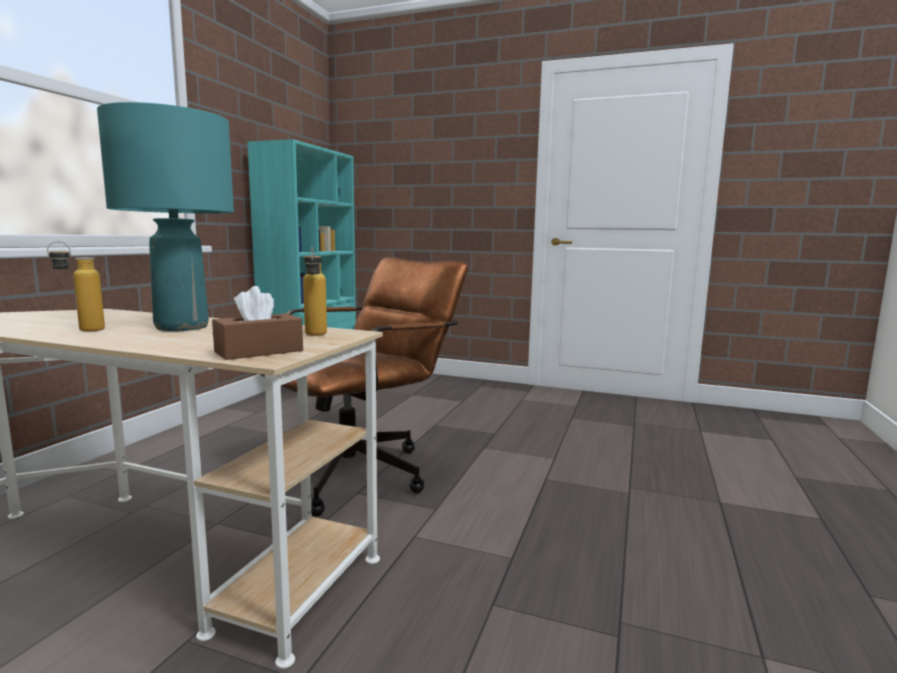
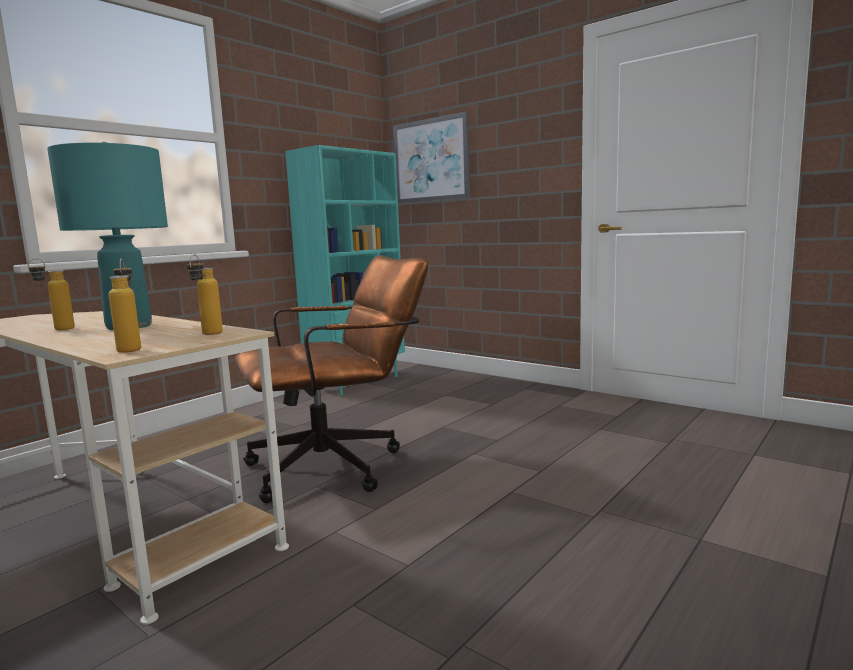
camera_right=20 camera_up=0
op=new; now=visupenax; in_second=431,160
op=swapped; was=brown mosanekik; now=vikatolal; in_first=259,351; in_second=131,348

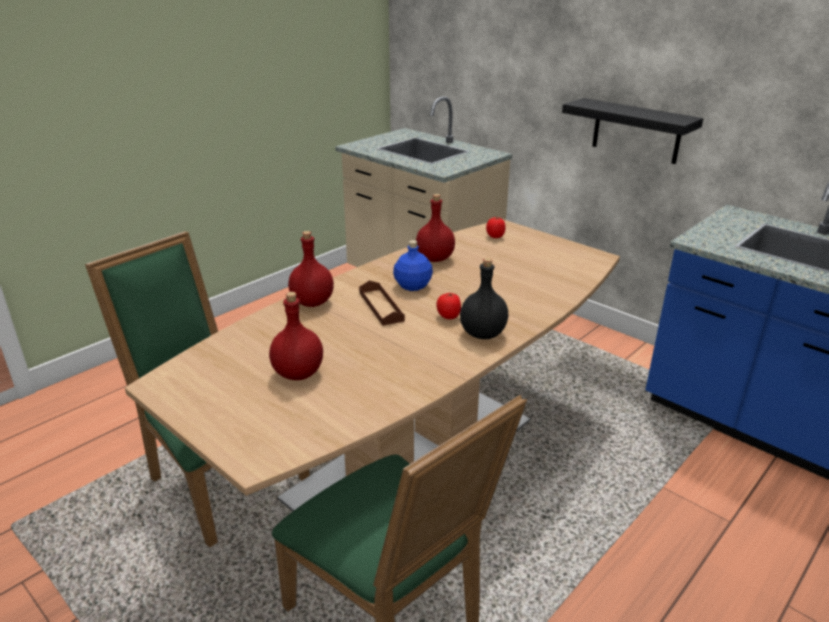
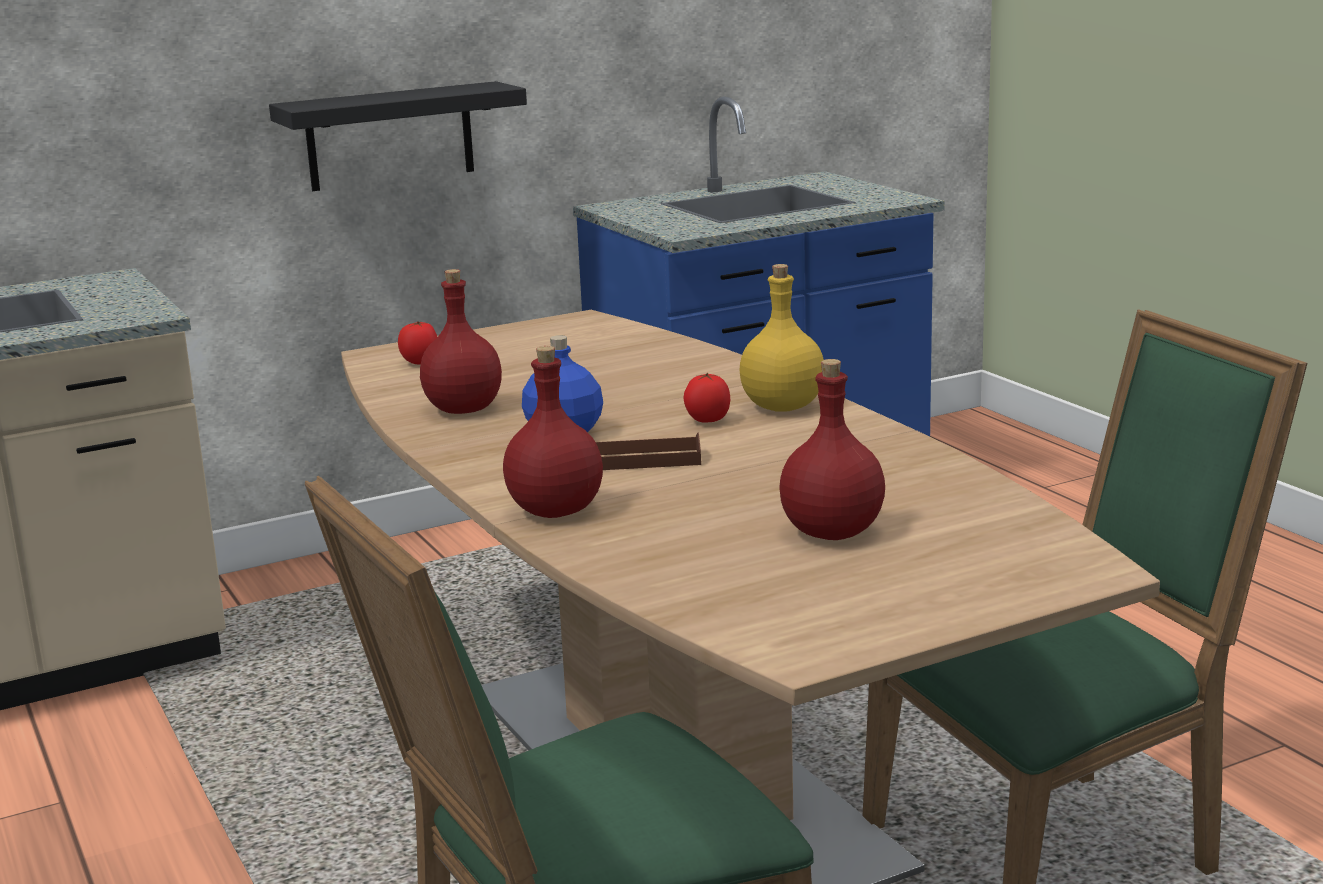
camera_right=-70 camera_up=-10
op=repainted; was=black vikatolal; now=yellow vikatolal; in_first=483,333; in_second=782,406

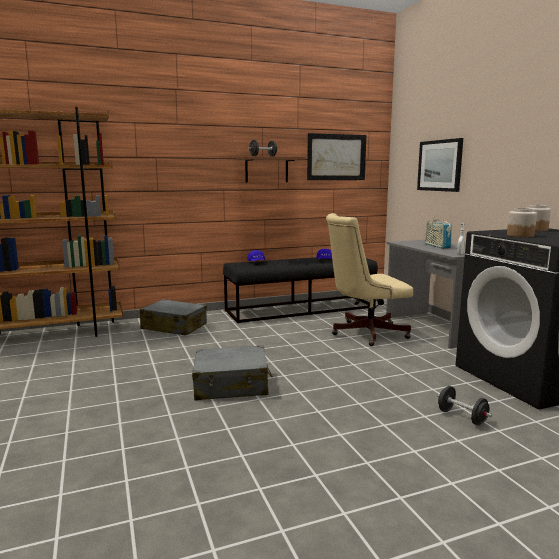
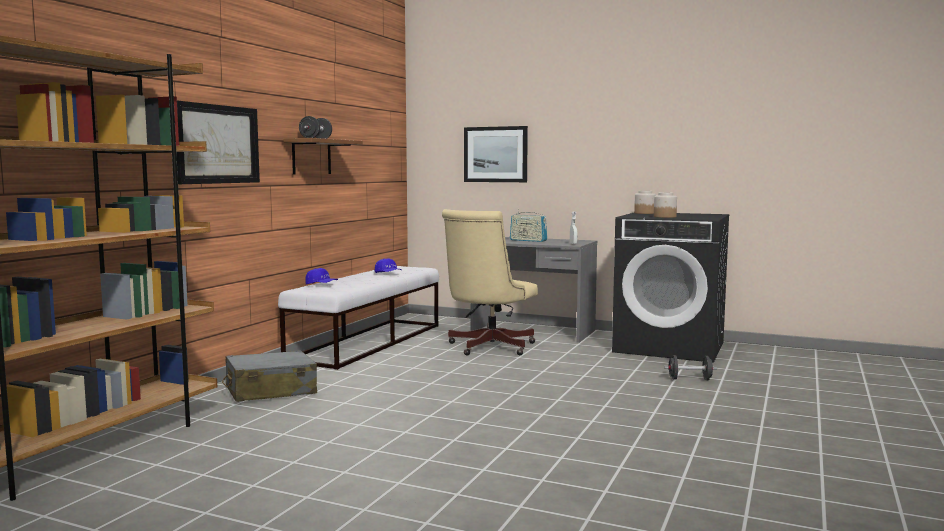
camera_right=-45 camera_up=-5
op=gone; was=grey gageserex; in_first=231,385
op=shifted; was=visupenax; in_first=336,157; in_second=218,144
op=repainted; was=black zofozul; now=white zofozul; in_first=301,309; in_second=368,342

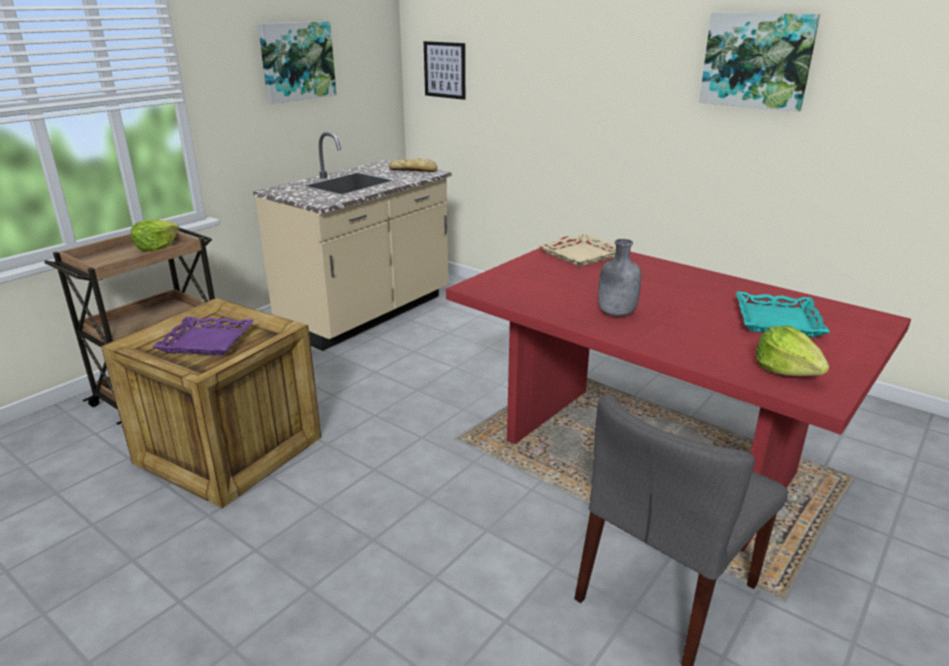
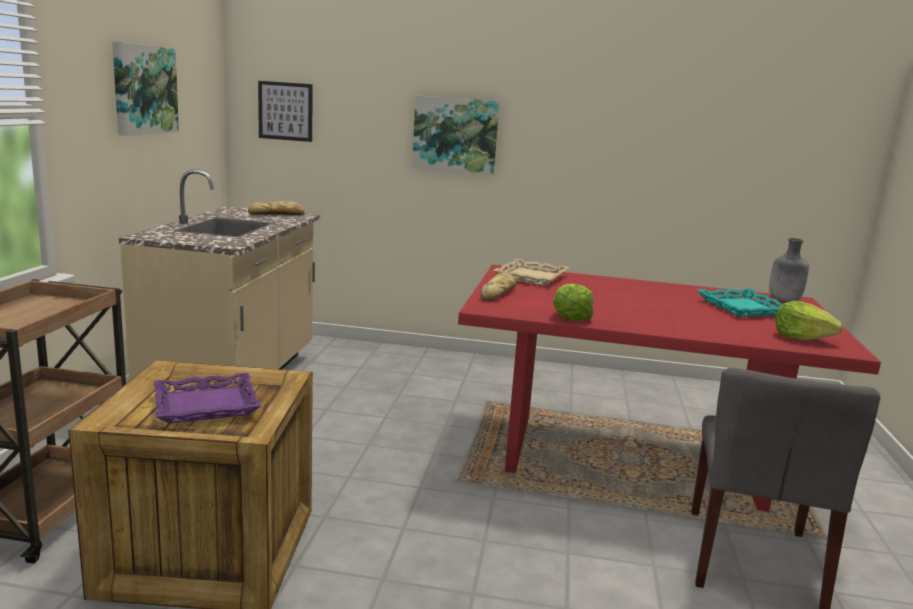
camera_right=-30 camera_up=-10
op=new; now=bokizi; in_second=498,293
op=shifted; was=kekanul; in_first=156,247; in_second=570,316
op=shifted; was=grey vikatolal; in_first=615,313; in_second=783,300
op=shifted; was=visupenax; in_first=757,60; in_second=455,135

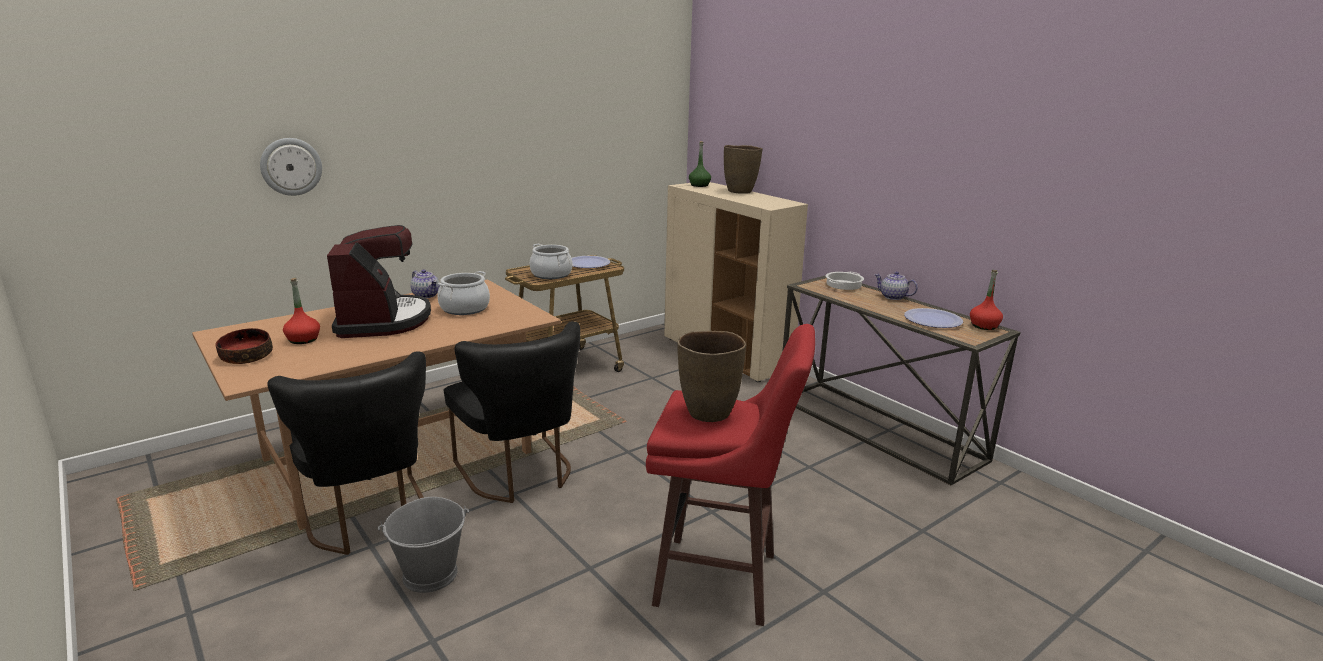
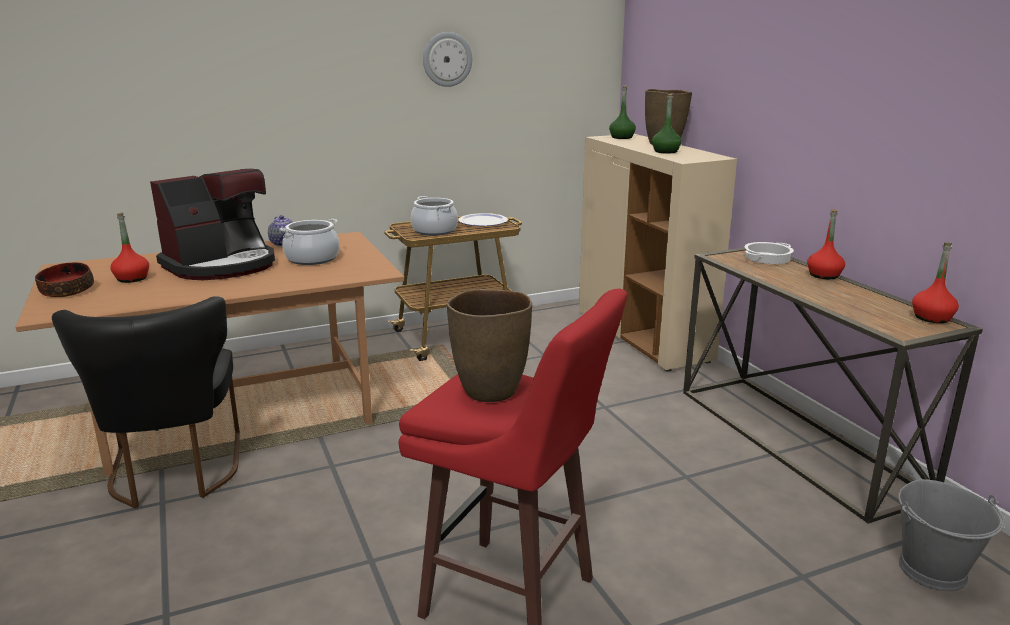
camera_right=15 camera_up=0
op=gone; was=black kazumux; in_first=520,474
op=gone; was=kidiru; in_first=932,320
op=new; now=green vikatolal; in_second=665,151
op=shifted; was=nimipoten; in_first=291,166; in_second=447,59
op=shifted; was=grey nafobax; in_first=431,574; in_second=933,570
op=swapped; was=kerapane; now=red vikatolal; in_first=892,297; in_second=824,275
op=rotated; was=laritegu; in_first=382,320; in_second=222,265; clockwise=45

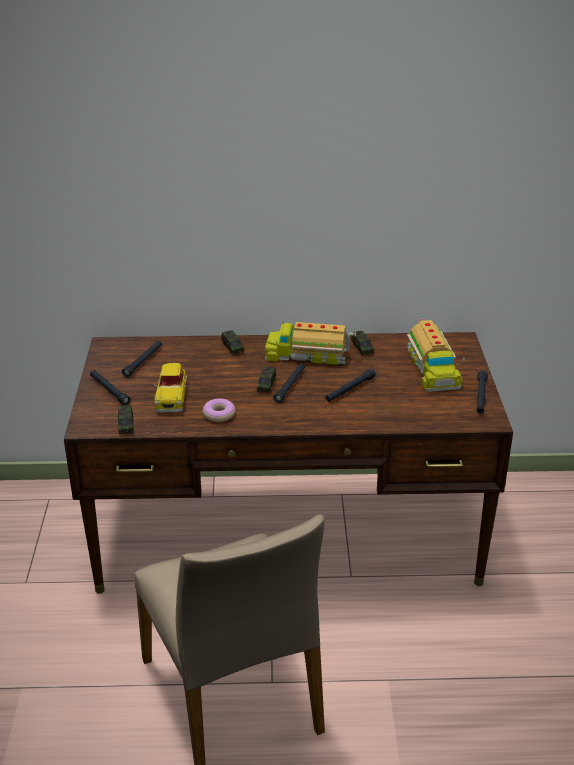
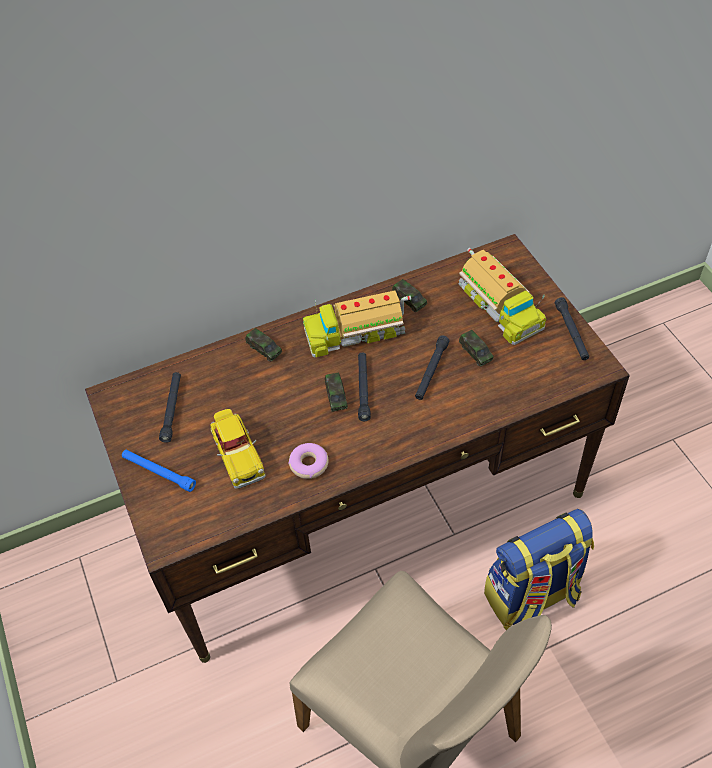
camera_right=-20 camera_up=20
op=new; now=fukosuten; in_second=532,597
op=shifted; was=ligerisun; in_first=126,425; in_second=475,352
op=repainted; was=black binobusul; now=blue binobusul; in_first=109,390; in_second=159,472

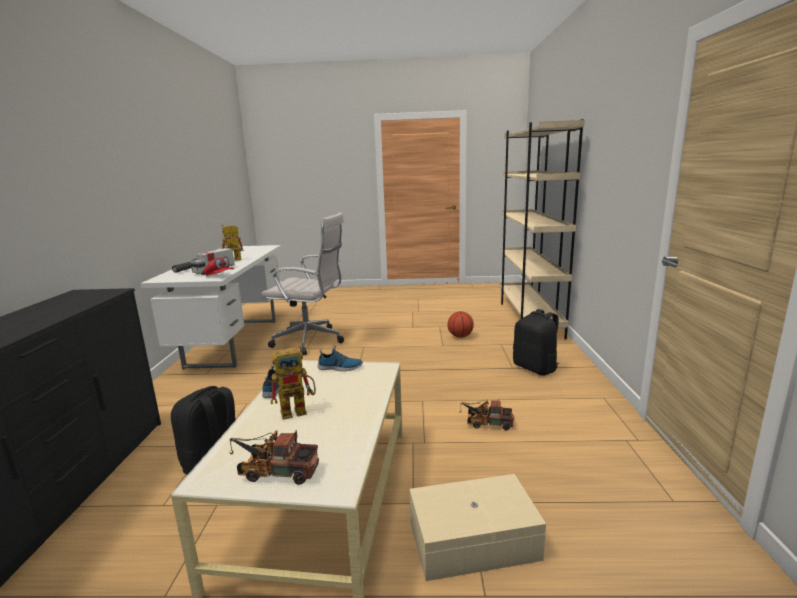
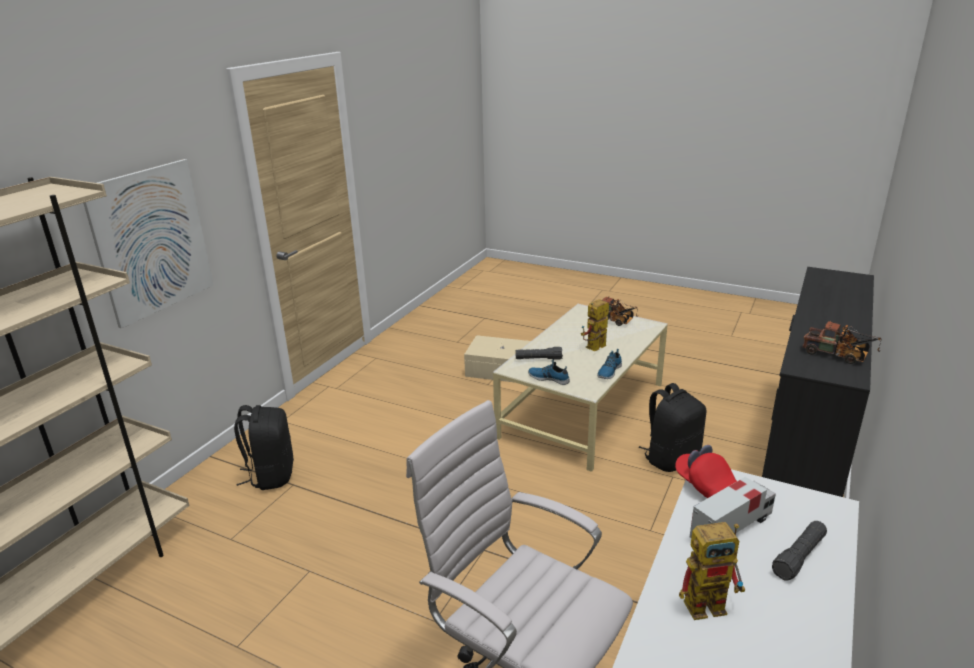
camera_right=-155 camera_up=10
op=gone; was=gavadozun; in_first=460,336
op=new; now=visupenax; in_second=152,241
op=new; now=black binobusul; in_second=538,359
op=shifted; was=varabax; in_first=486,423; in_second=838,355
op=rotated; was=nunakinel; in_first=299,410; in_second=594,349; clockwise=-45

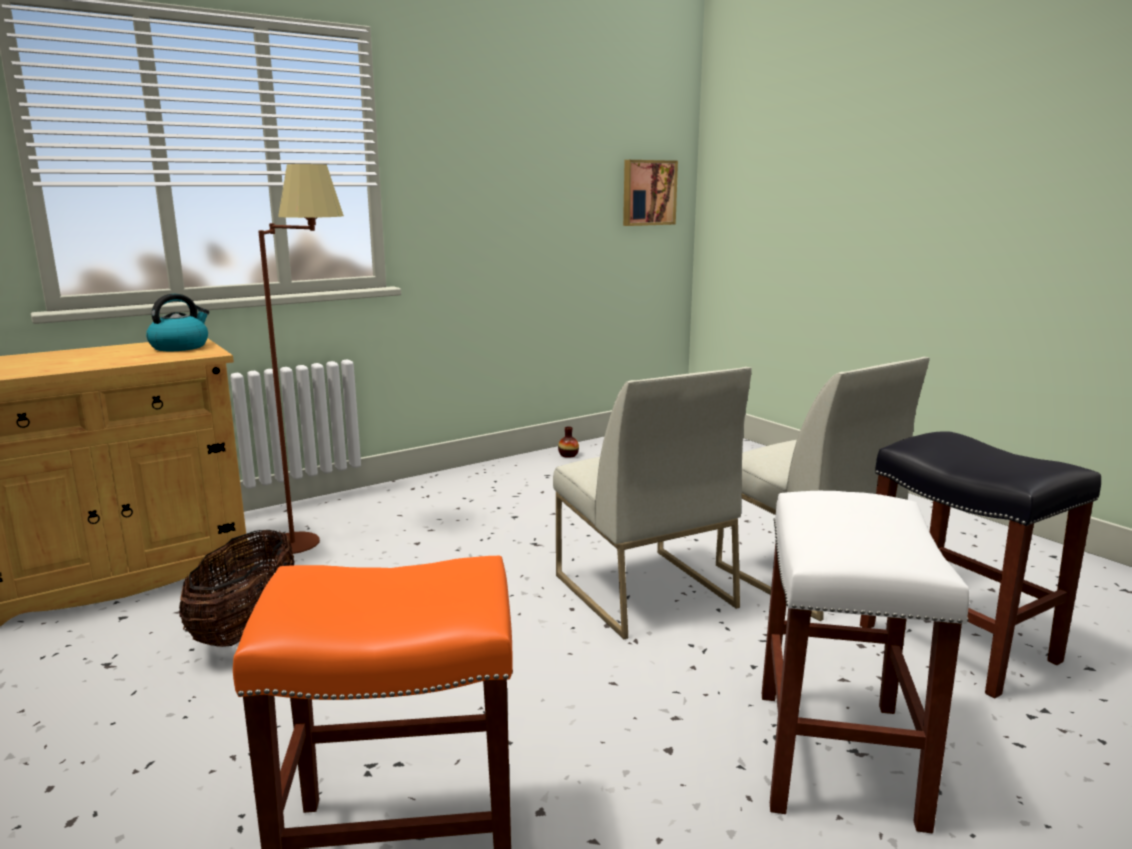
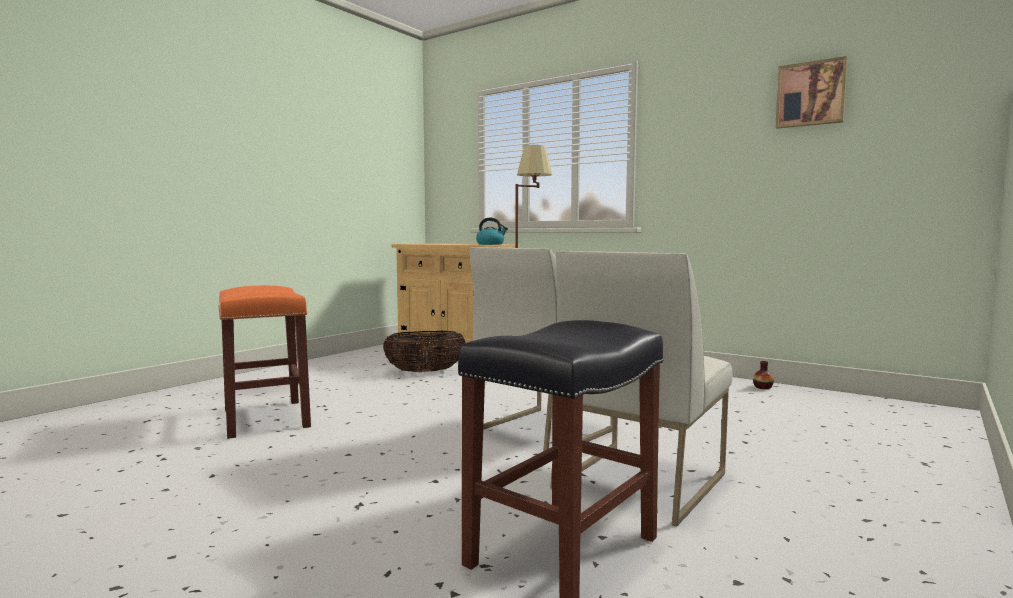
camera_right=70 camera_up=-10
op=gone; was=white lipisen; in_first=834,753
op=shifted; was=visupenax; in_first=648,192; in_second=811,94

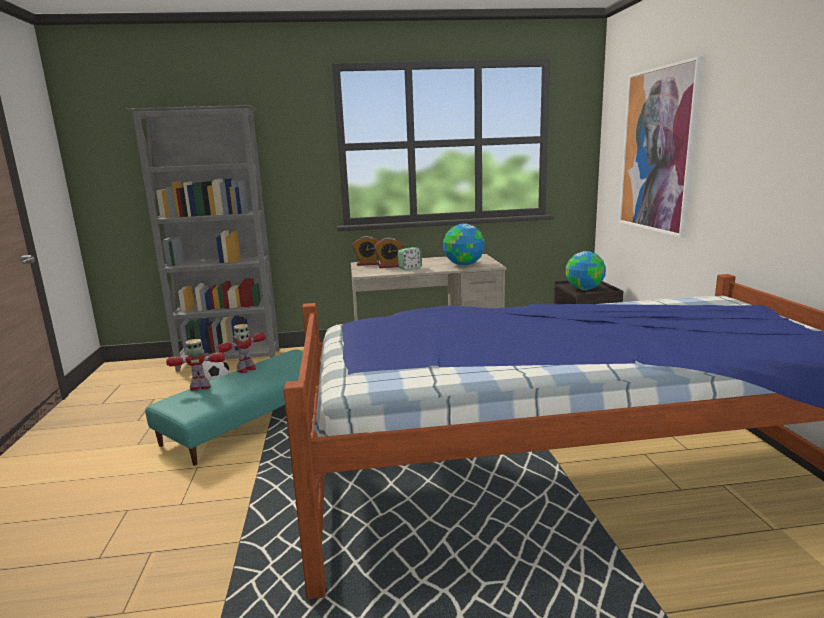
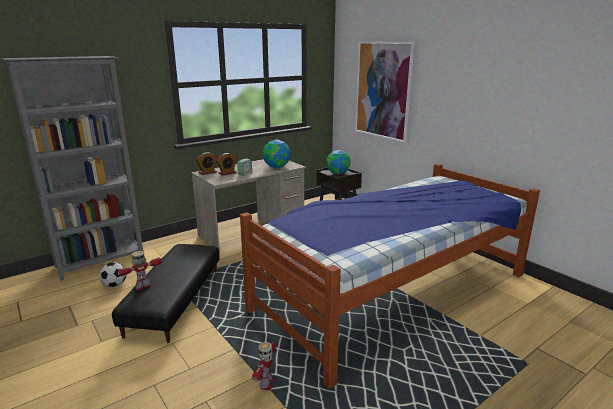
camera_right=-30 camera_up=5
op=shifted; was=nunakinel; in_first=246,369; in_second=267,383
op=repainted; was=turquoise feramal; now=black feramal; in_first=253,418; in_second=174,300

